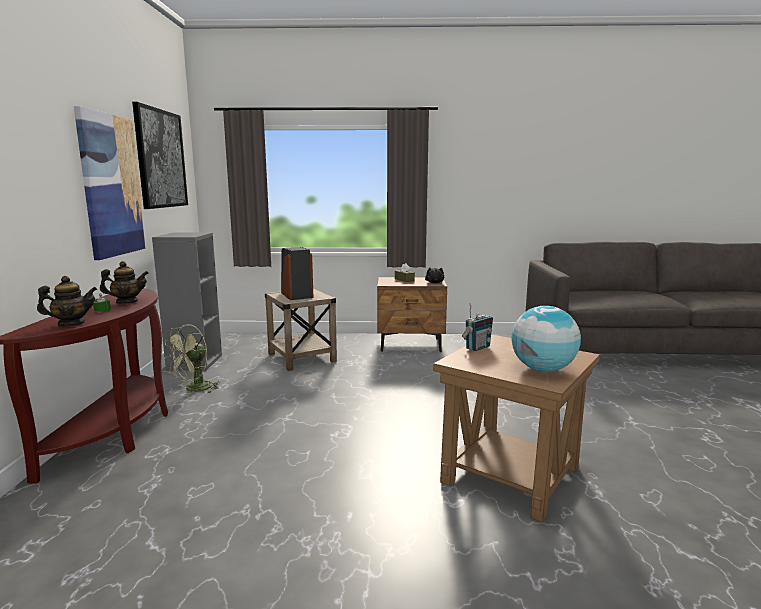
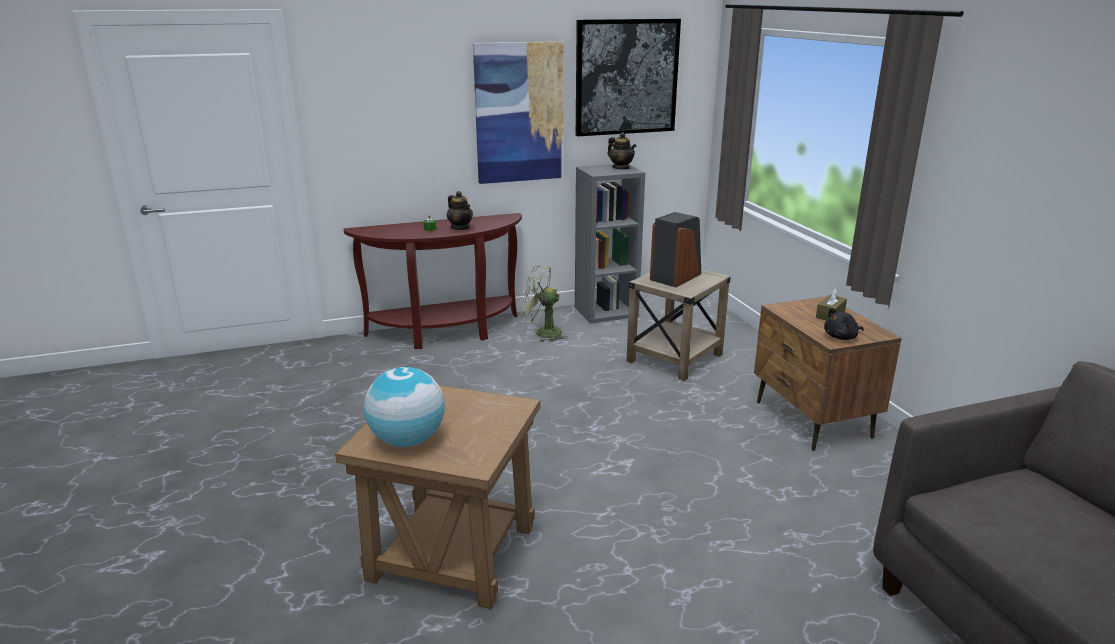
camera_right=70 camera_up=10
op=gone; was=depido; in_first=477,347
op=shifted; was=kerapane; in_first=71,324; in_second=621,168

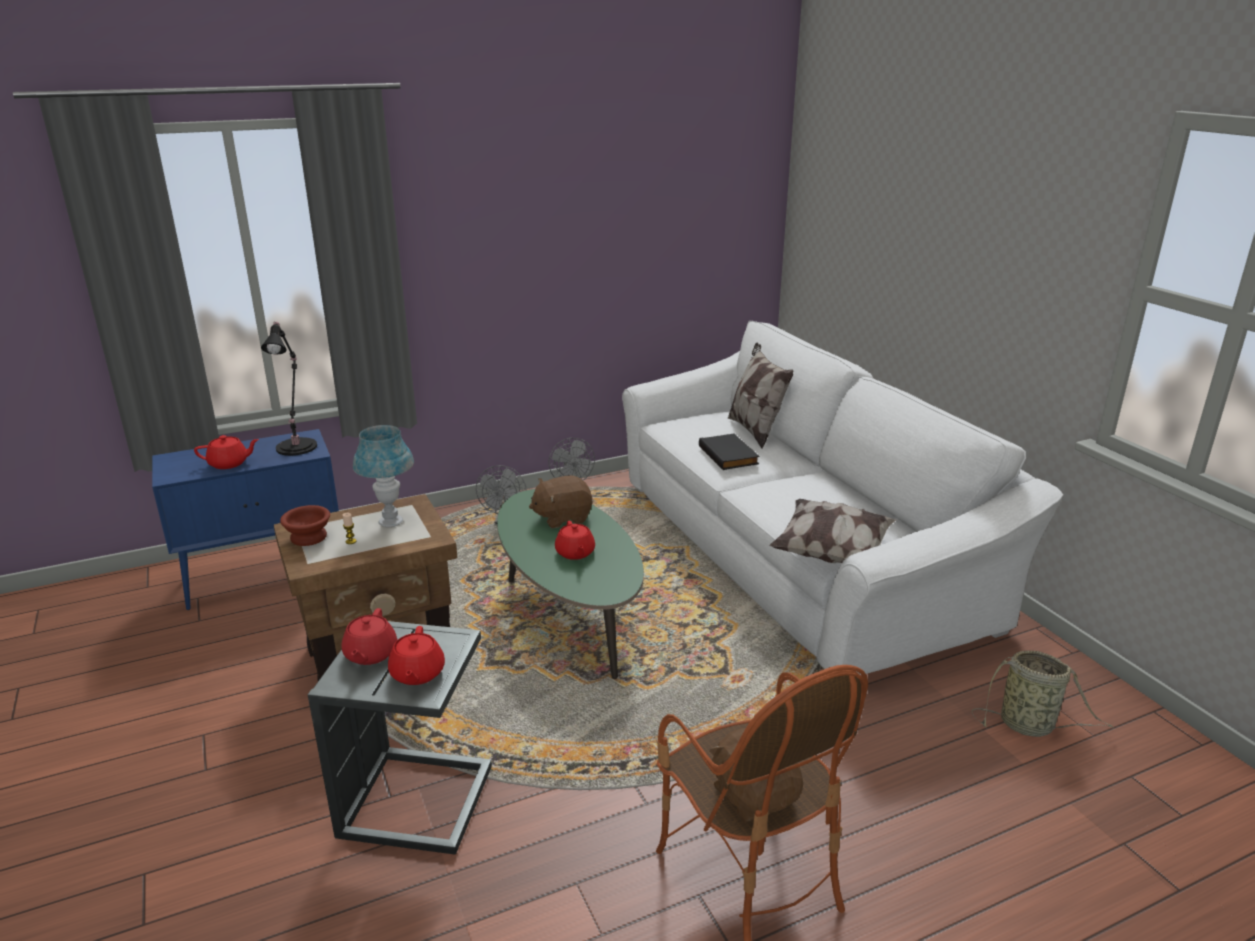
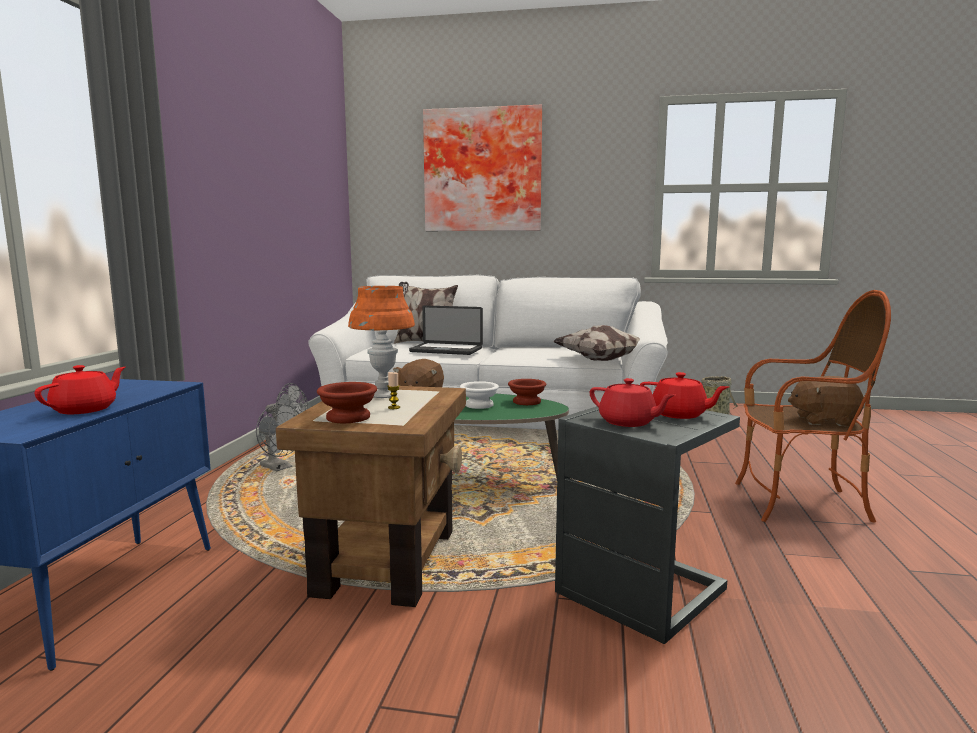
camera_right=-55 camera_up=-15
op=gone; was=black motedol; in_first=297,445
op=new; now=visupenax; in_second=483,170
op=new; now=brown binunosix; in_second=527,401
op=swapped; was=red kerapane; now=white binunosix; in_first=575,553; in_second=480,405
op=swapped; was=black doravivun; now=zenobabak; in_first=729,455; in_second=446,350
op=repainted; was=blue motedol; now=orange motedol; in_first=390,522; in_second=384,395

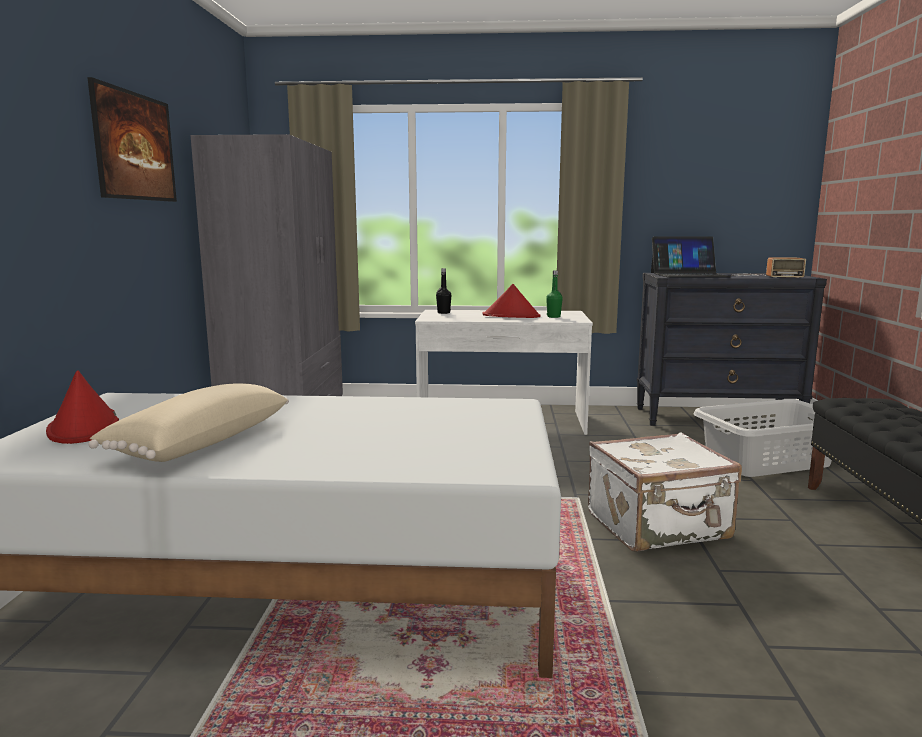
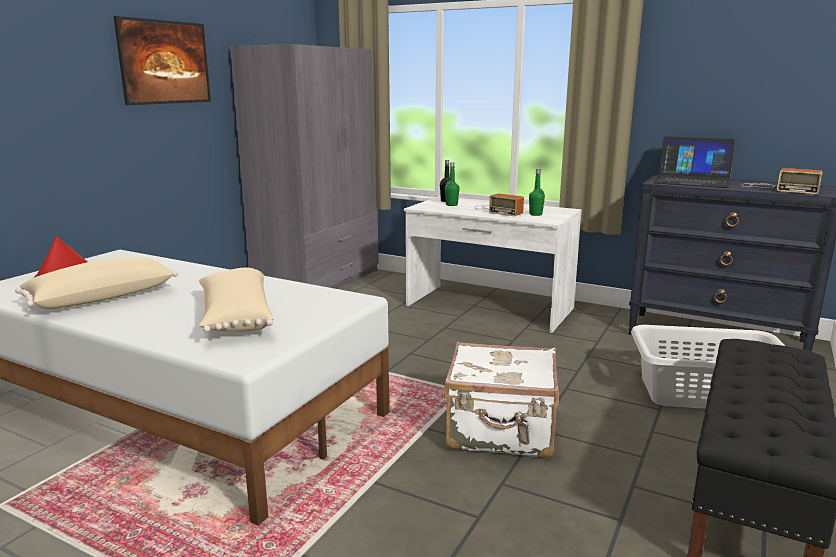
camera_right=25 camera_up=5
op=new; now=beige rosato; in_second=235,317
op=new; now=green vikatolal; in_second=451,205
op=swapped; was=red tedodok; now=depido; in_first=511,316; in_second=497,210

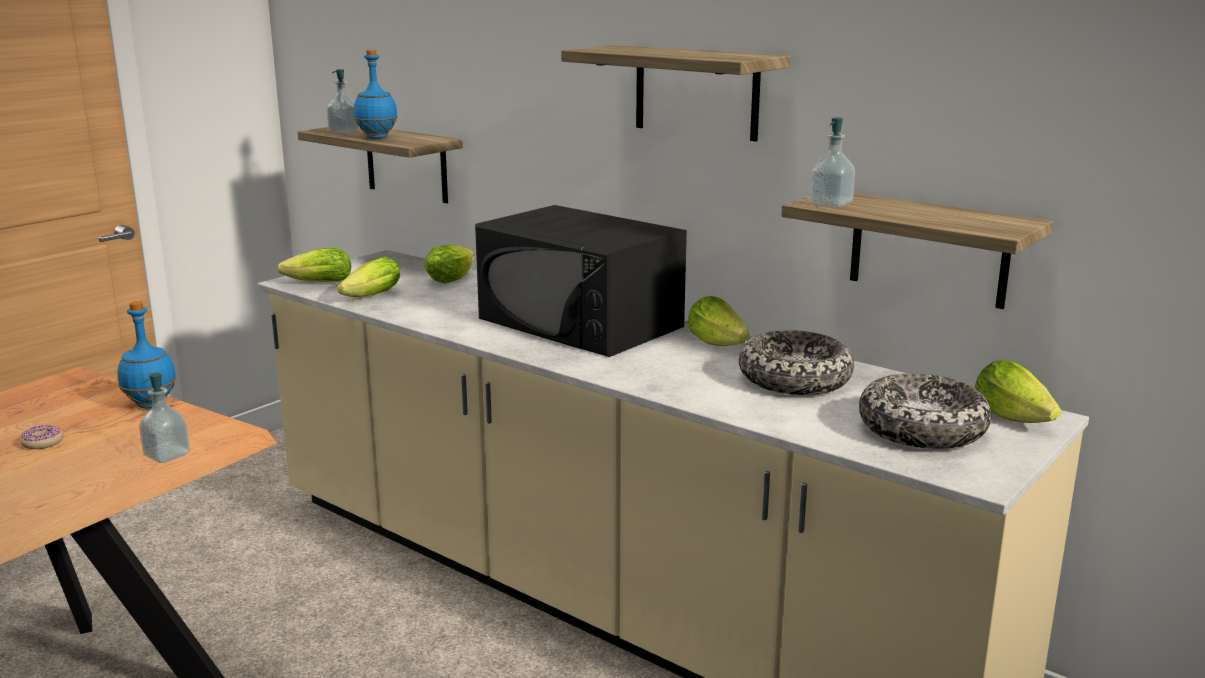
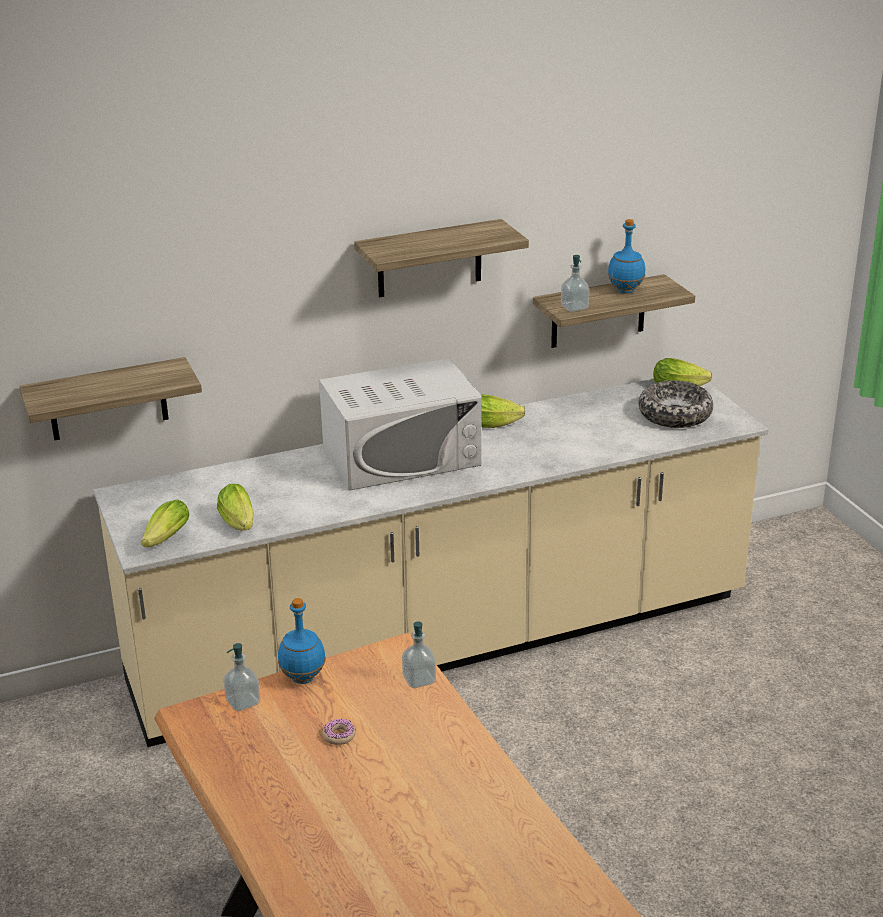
camera_right=-60 camera_up=10
op=gone; was=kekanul; in_first=453,278
op=gone; was=binunosix; in_first=794,379
op=shifted; was=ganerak; in_first=344,131; in_second=243,702
op=shifted; was=blue vikatolal; in_first=376,137; in_second=625,291
op=repainted; was=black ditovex; now=white ditovex; in_first=580,322; in_second=402,456

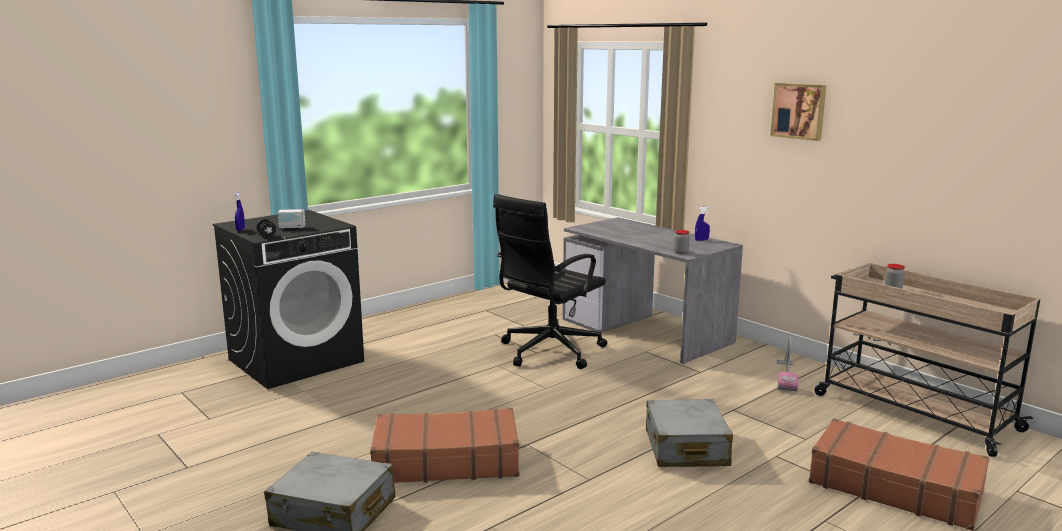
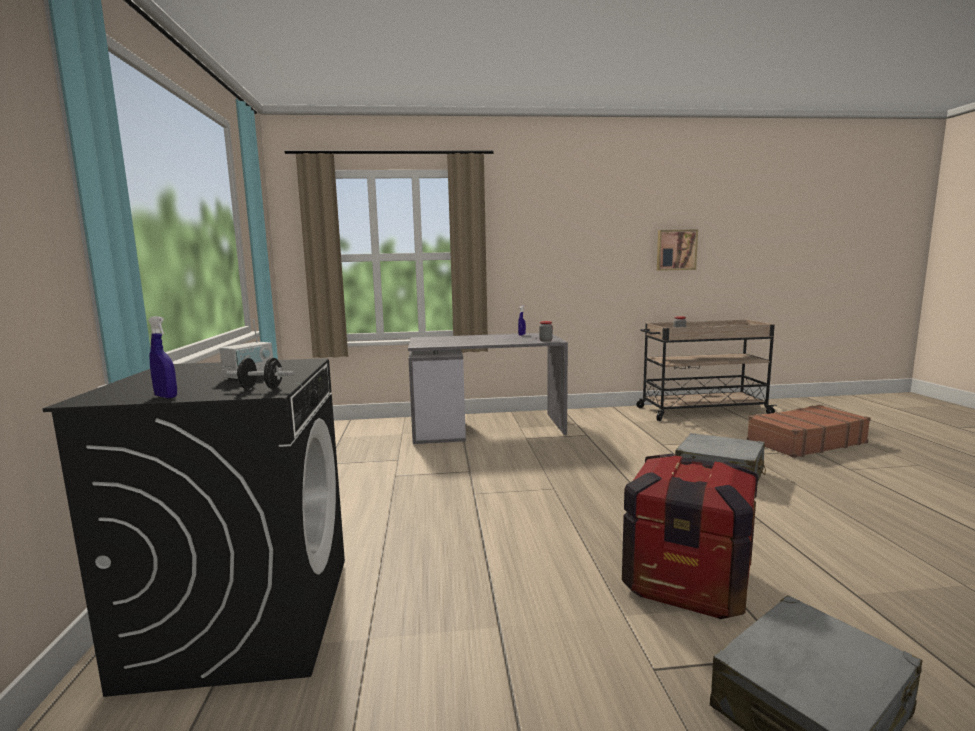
camera_right=-55 camera_up=-5
op=gone; was=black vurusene; in_first=549,351
op=gone; was=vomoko; in_first=786,376
op=shifted; was=visupenax; in_first=799,111; in_second=676,250
op=swapped; was=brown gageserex; now=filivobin; in_first=445,461; in_second=687,582

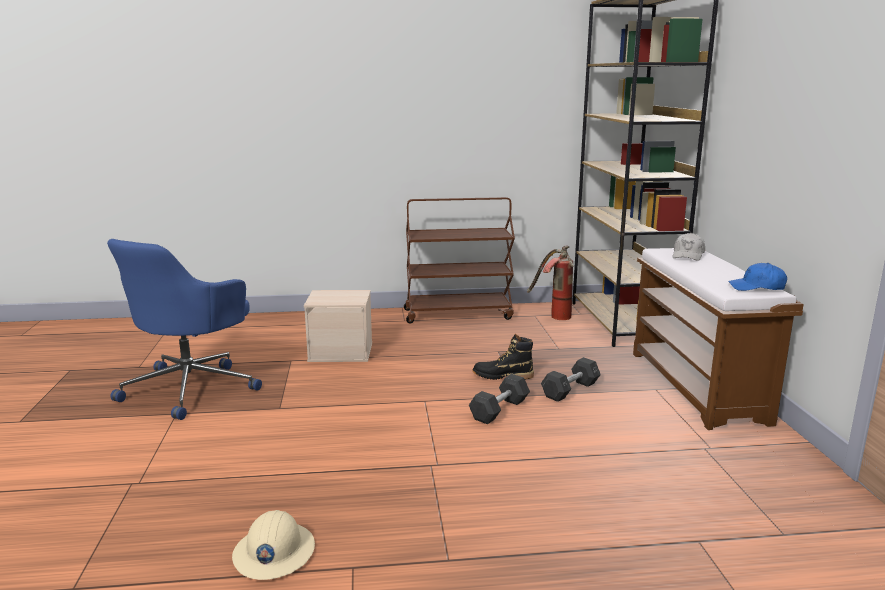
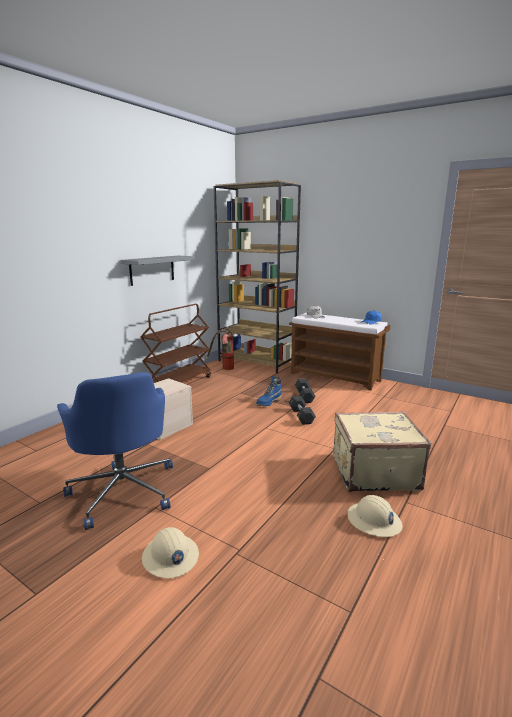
camera_right=-50 camera_up=0
op=new; now=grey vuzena; in_second=152,270
op=new; now=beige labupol; in_second=170,557
op=new; now=beige gageserex; in_second=373,472
op=repainted; was=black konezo; now=blue konezo; in_first=502,376; in_second=268,402

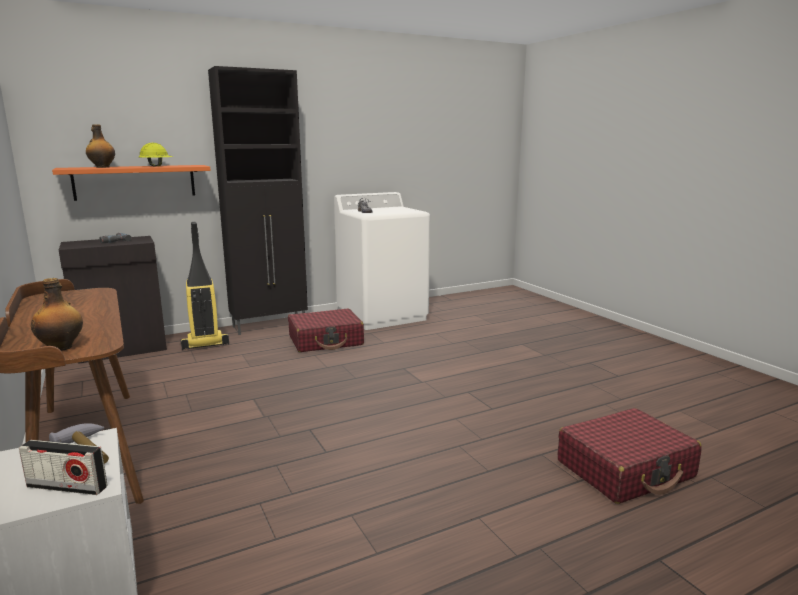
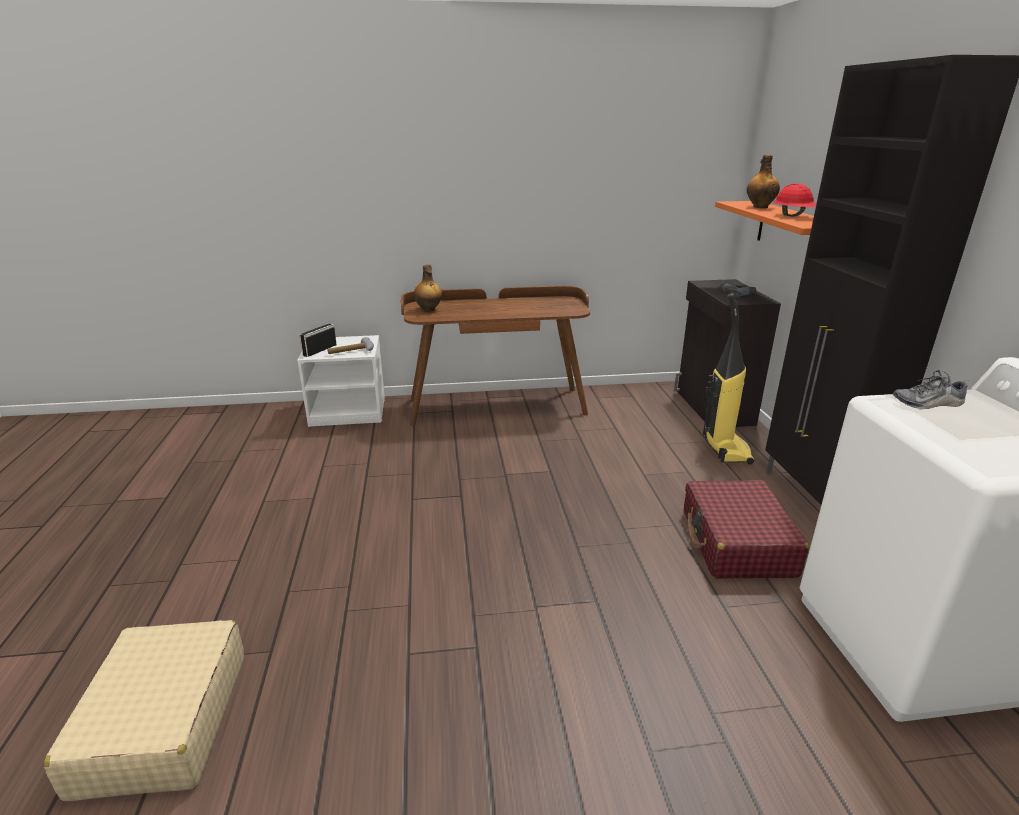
camera_right=110 camera_up=10
op=repainted; was=yellow labupol; now=red labupol; in_first=157,166; in_second=794,216
op=repainted; was=red gageserex; now=beige gageserex; in_first=625,469; in_second=163,722

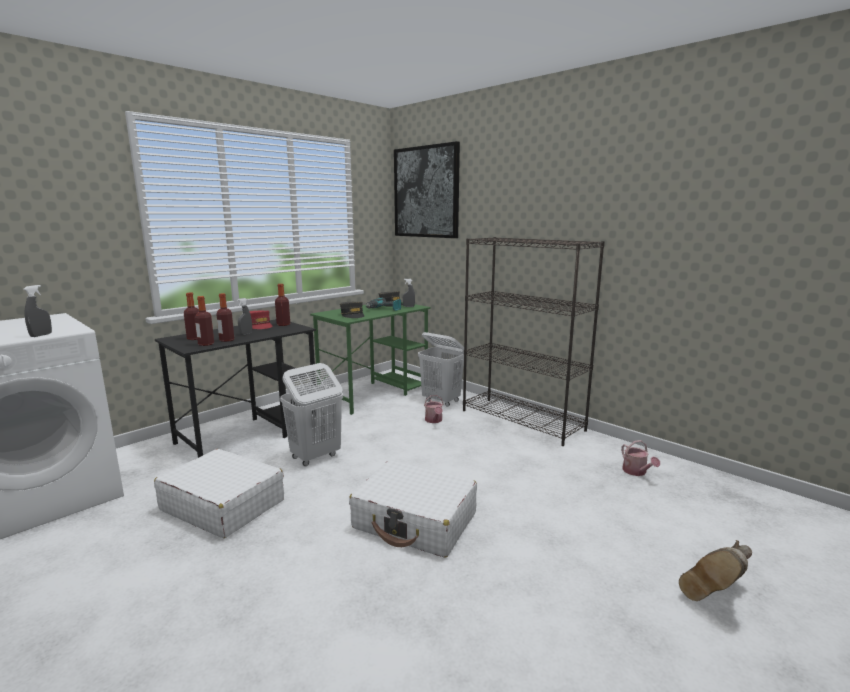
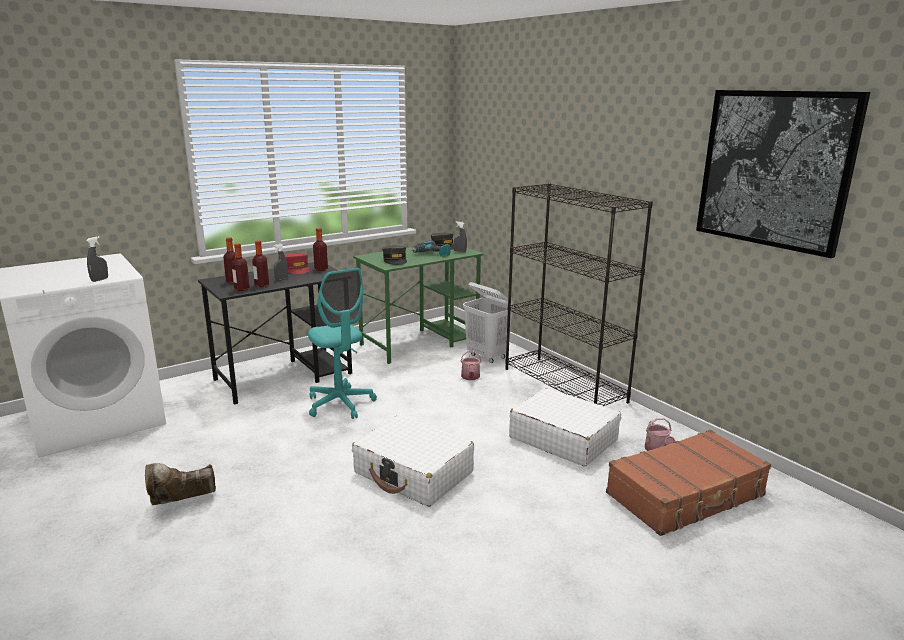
camera_right=10 camera_up=5
op=new; now=brown gageserex; in_second=686,495
op=shifted; was=white gageserex; in_first=222,505; in_second=563,438
op=shifted; was=visupenax; in_first=426,192; in_second=774,169
op=shifted; was=brown konezo; in_first=713,594; in_second=181,504
op=swapped; was=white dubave; now=turquoise vurusene; in_first=315,456; in_second=340,404

